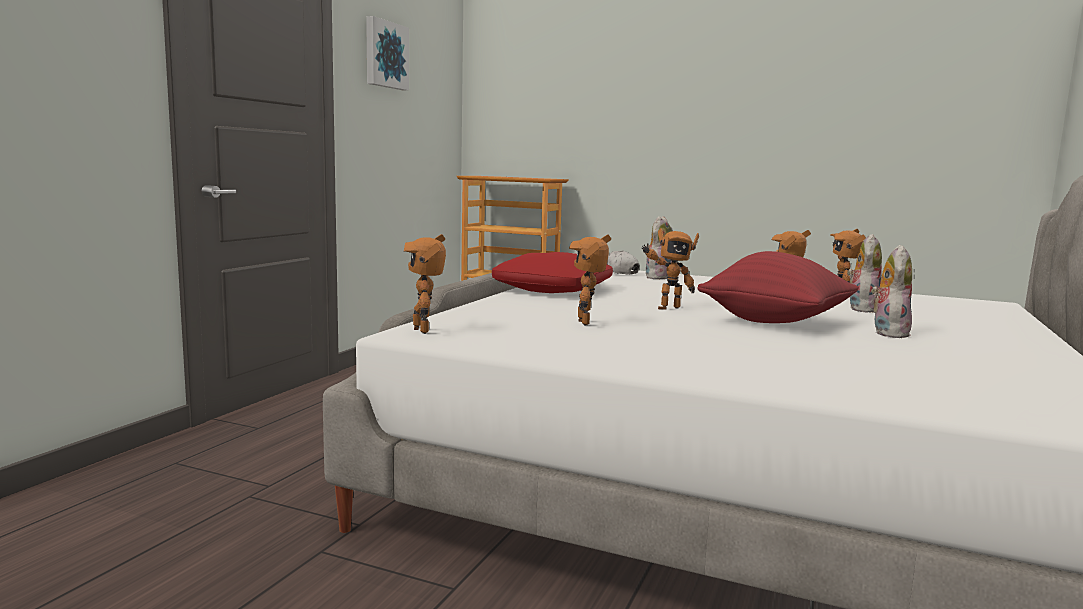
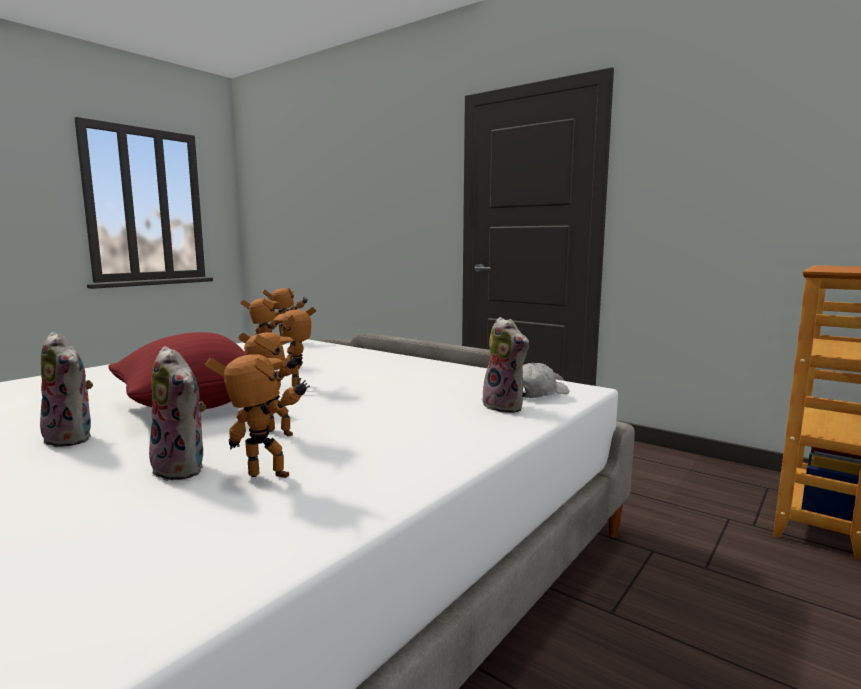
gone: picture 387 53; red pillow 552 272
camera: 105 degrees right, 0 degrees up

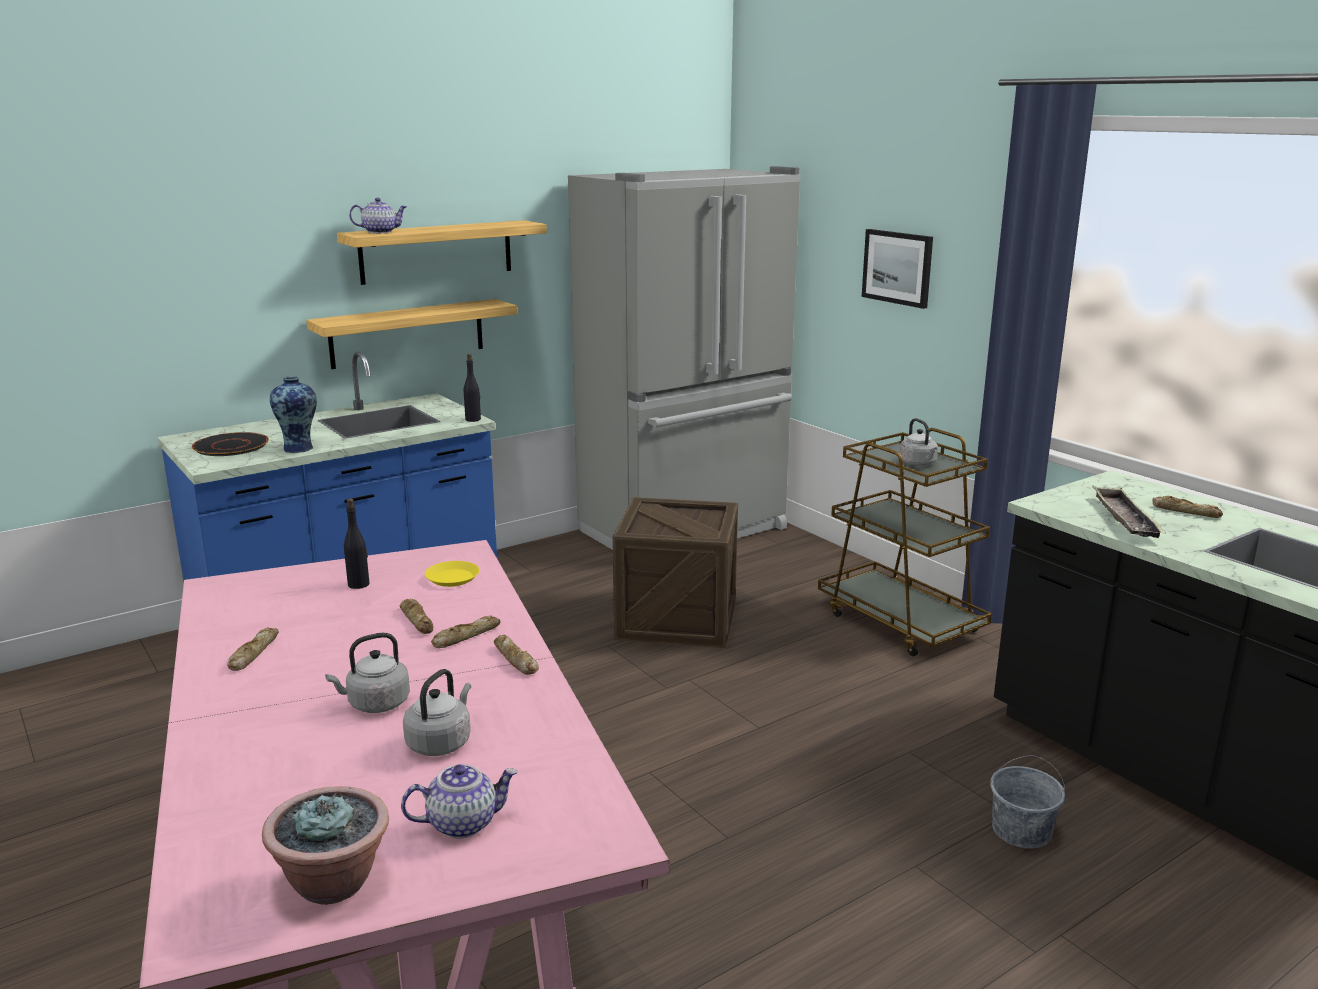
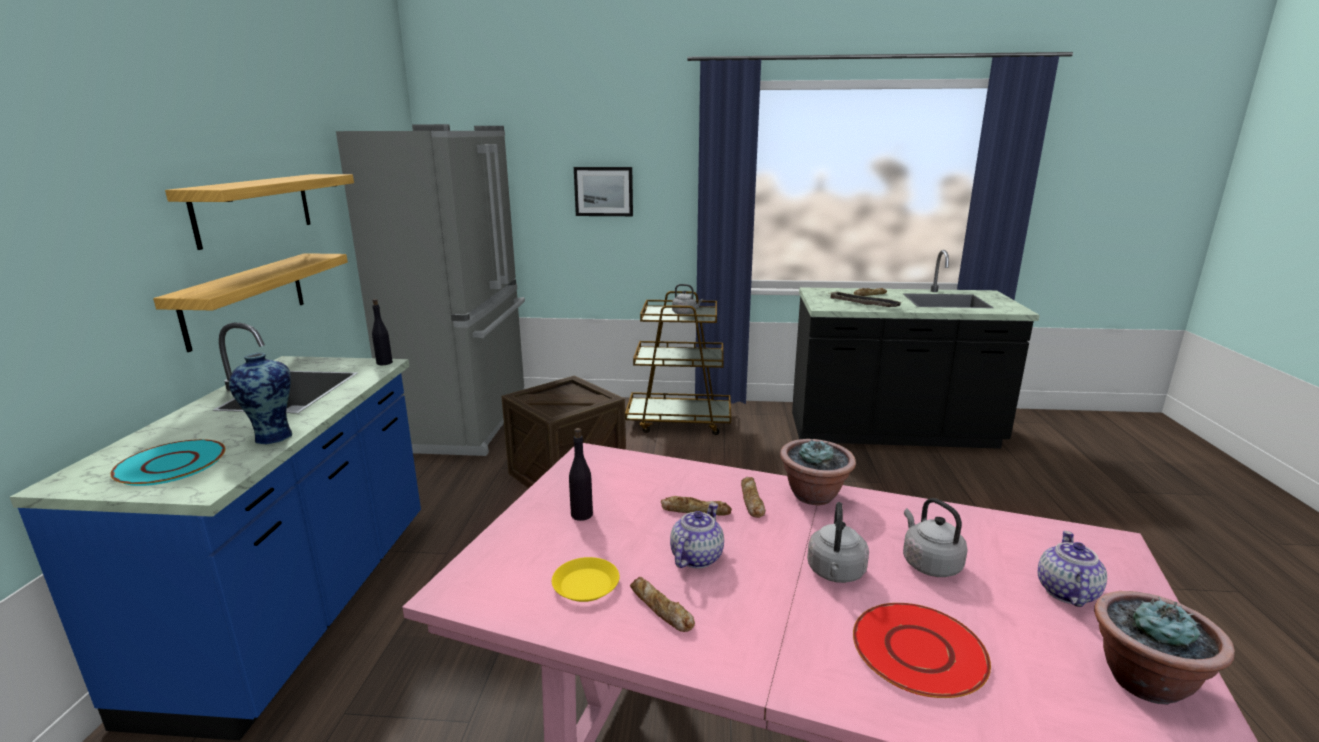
gone: grey bucket 1027 802
new: red plate 922 650
shifted: teapot 378 215 to 697 535; yellow plate 452 574 to 585 579
swapped: bread 516 655 to potted plant 818 472
repainted: black plate 230 444 to turquoise plate 167 462
camera: 50 degrees left, 0 degrees up

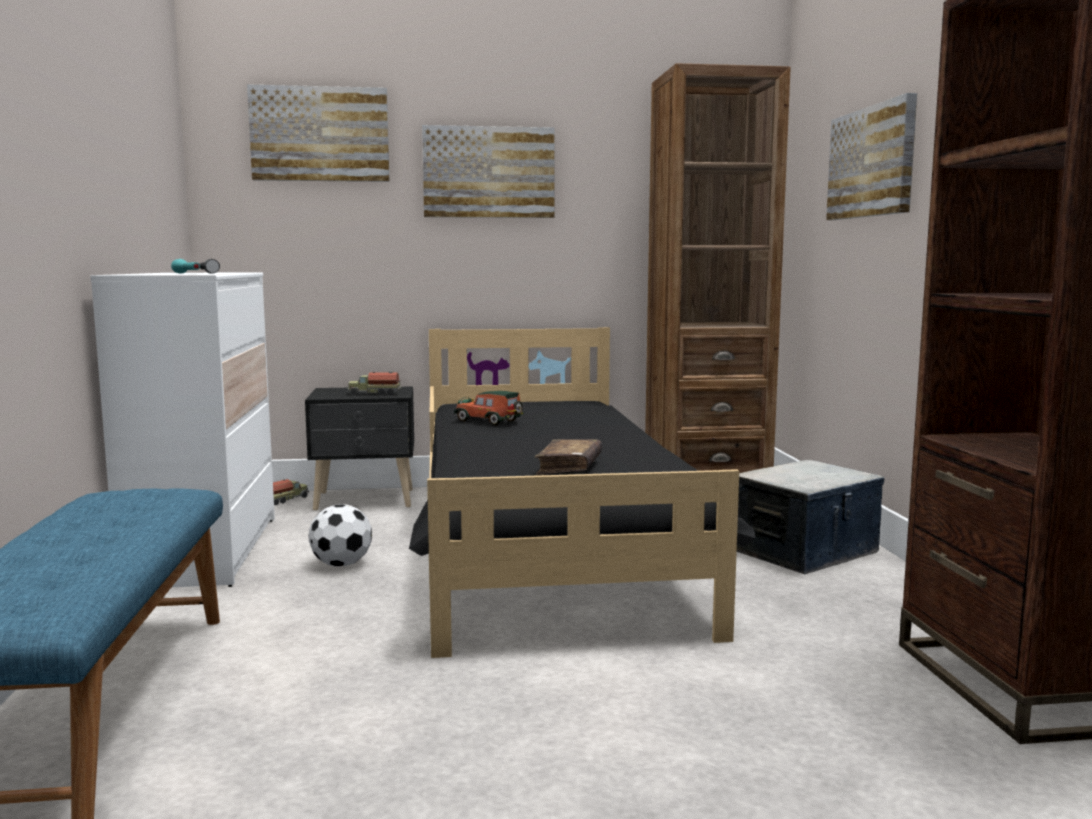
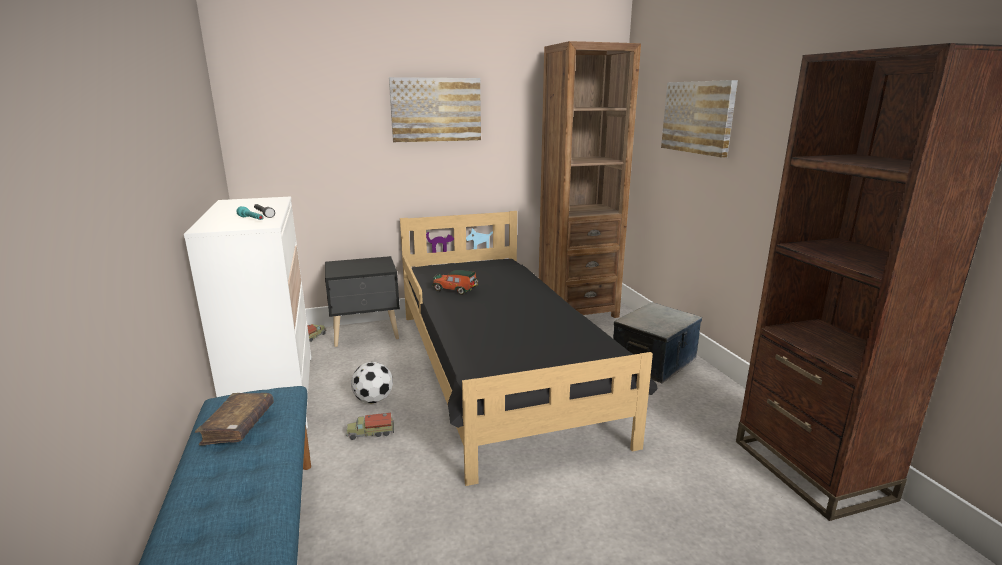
gone: picture 318 133
shifted: toy truck 374 383 to 370 426; brown book 568 457 to 234 419
camera: 10 degrees left, 10 degrees up

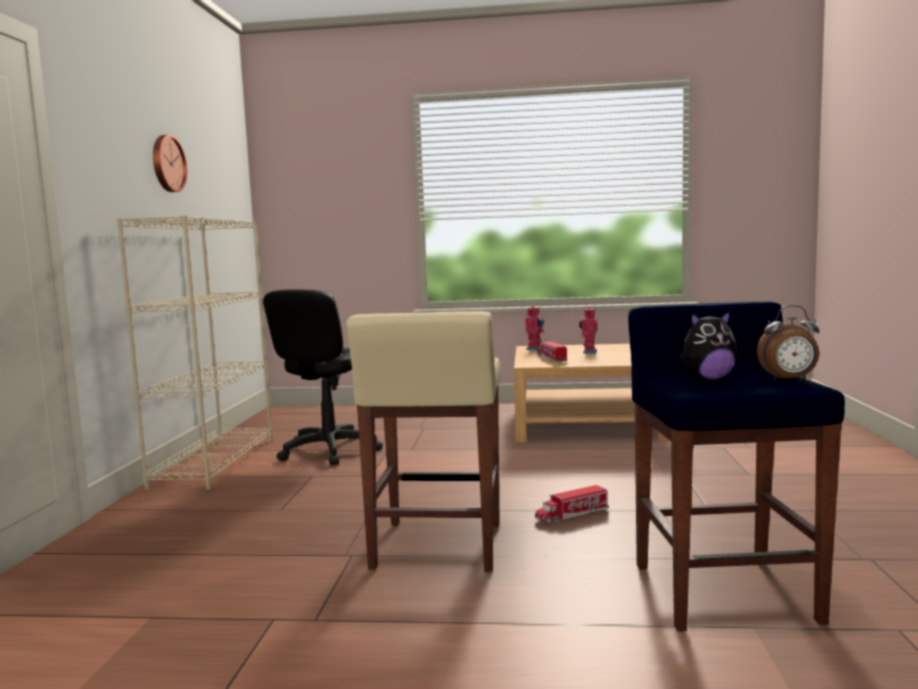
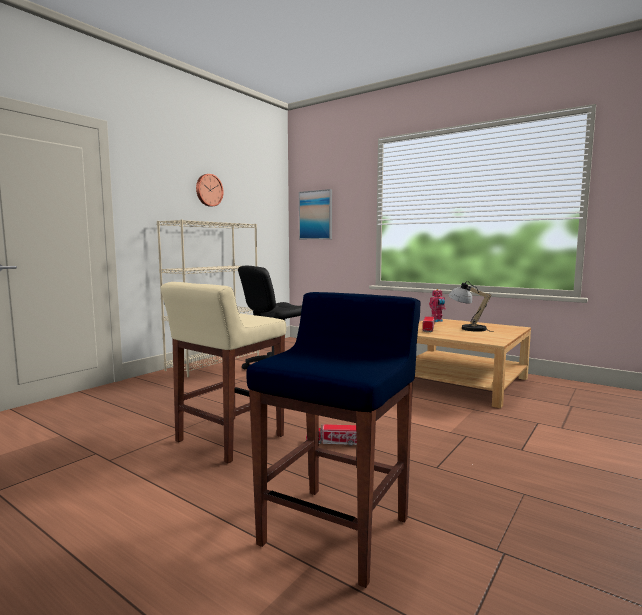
gone: plush toy 708 345; alarm clock 788 343
new: picture 315 214
swapped: toy robot 588 330 to table lamp 470 306
camera: 30 degrees right, 0 degrees up

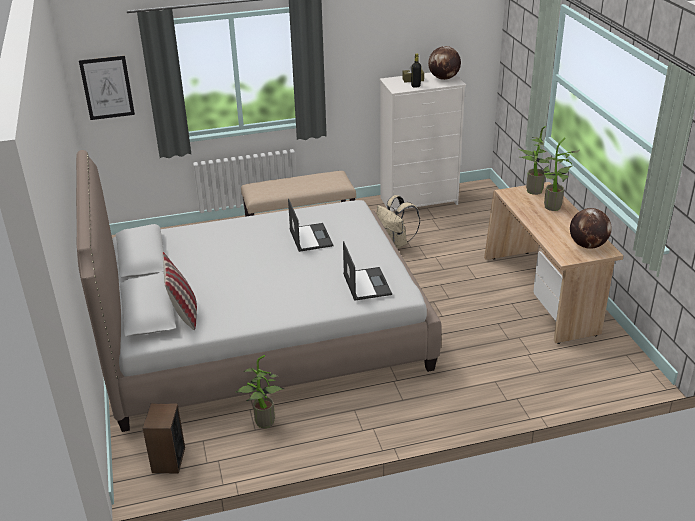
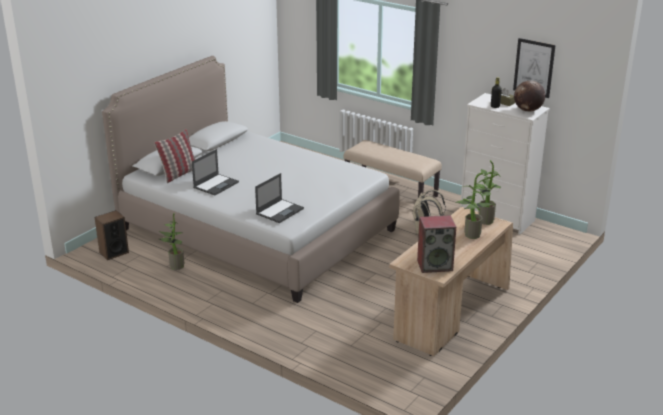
shifted: picture 107 88 to 534 68; laptop 310 225 to 215 172
swapped: globe 591 228 to speaker 436 244
camera: 50 degrees right, 5 degrees down

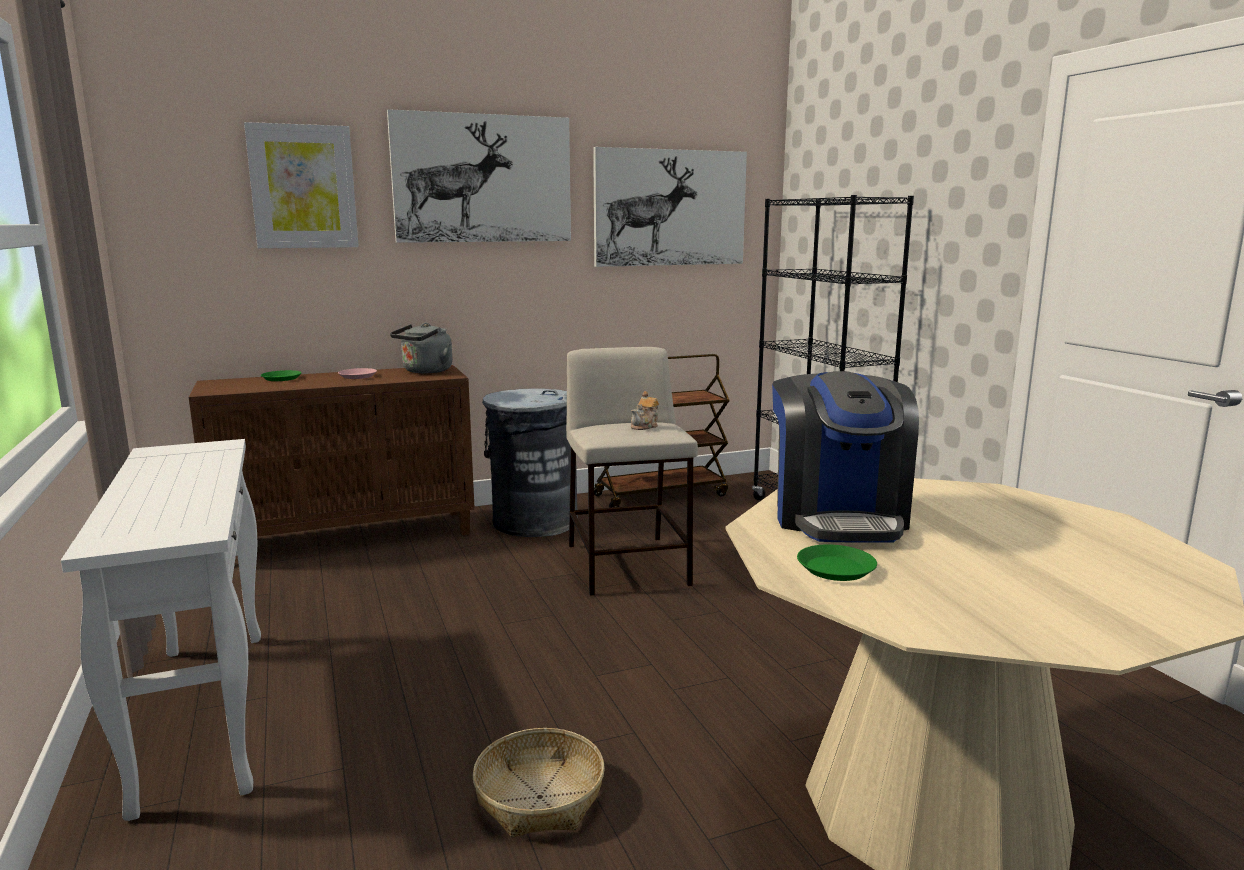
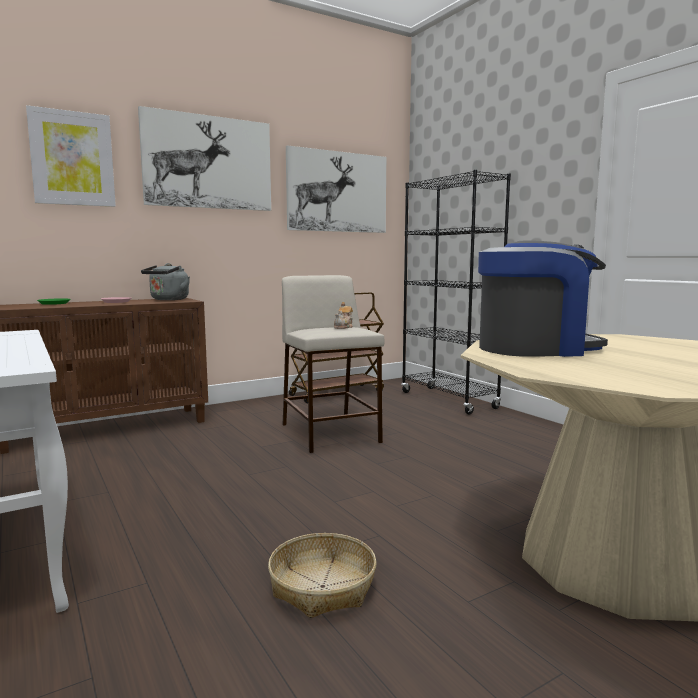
gone: grey trash can 530 462; green plate 837 562
rotated: coffee machine 845 457 = 543 298 90 degrees counterclockwise
camera: 10 degrees left, 5 degrees down

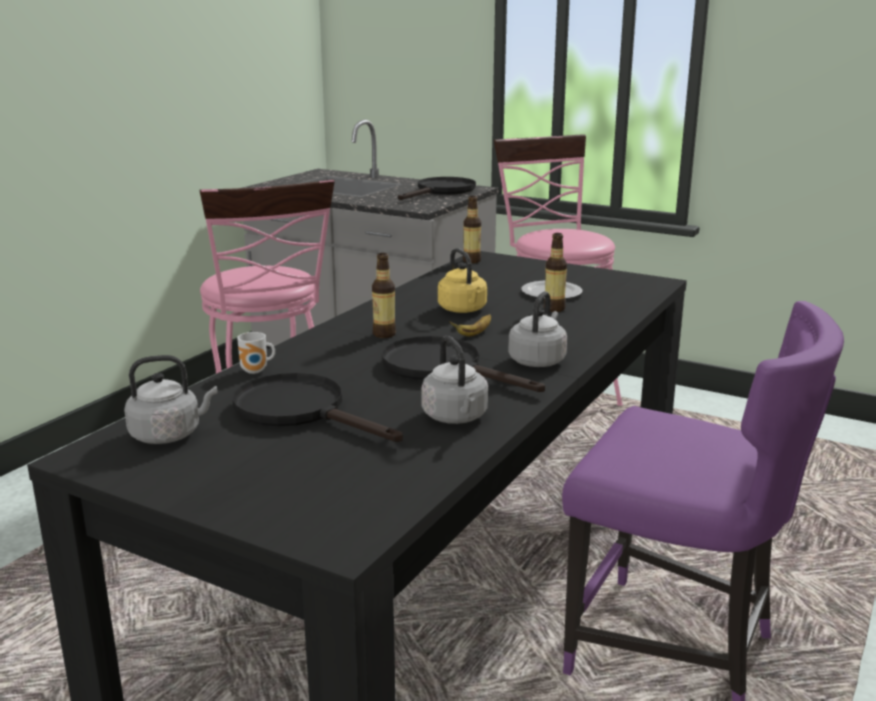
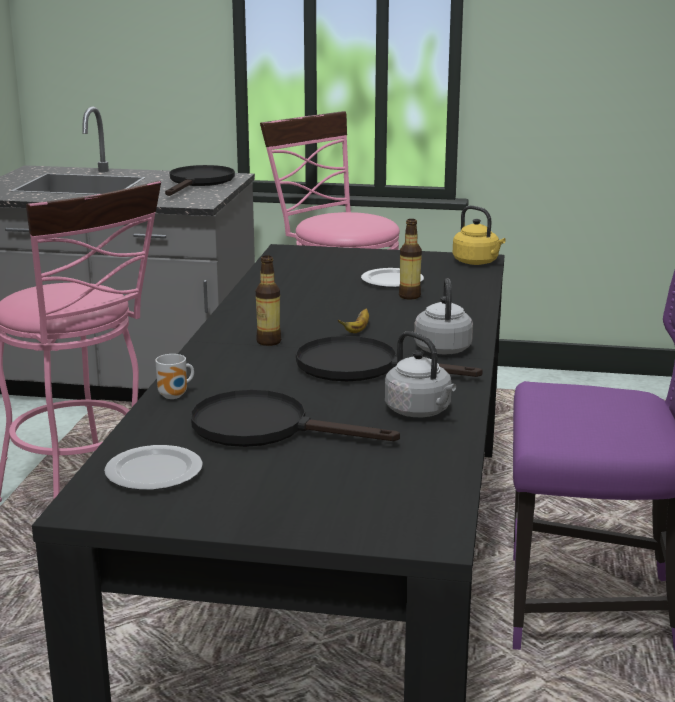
gone: bottle 472 229
shifted: yellow kettle 462 280 to 479 235
swapped: grey kettle 171 399 to plate 153 467
camera: 20 degrees left, 0 degrees up

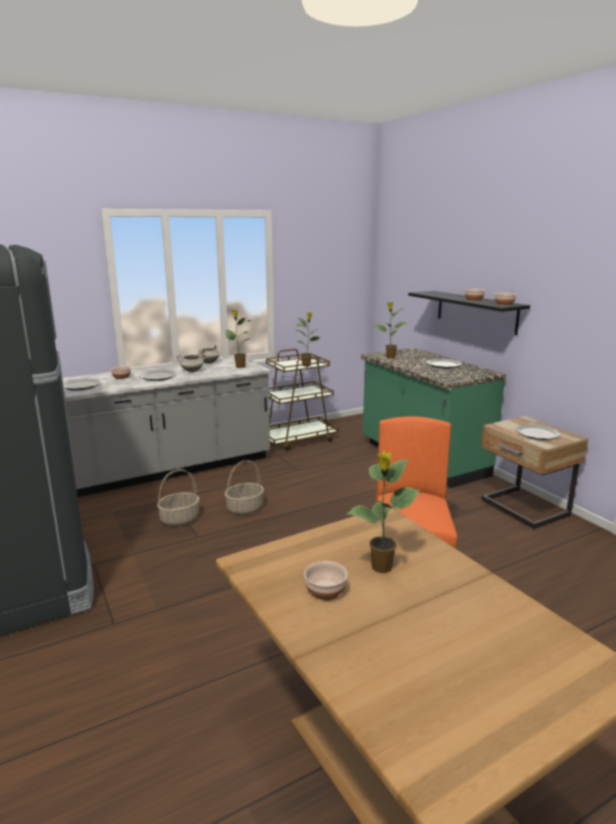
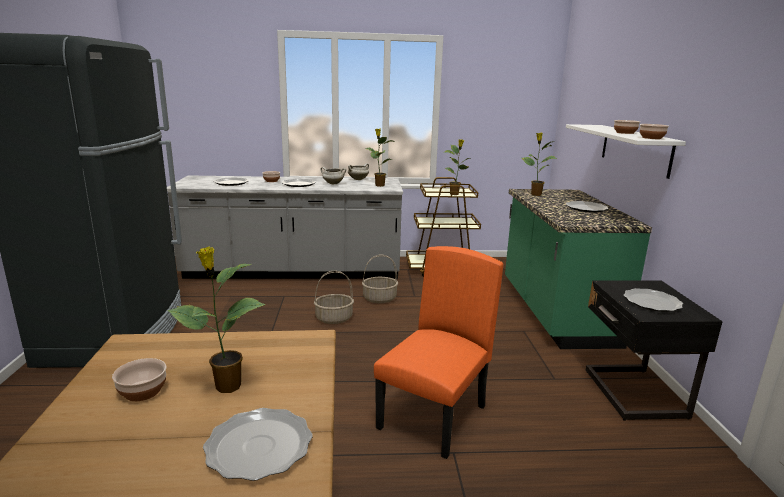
new: plate 258 444
shifted: basket 178 497 to 380 279
repainted: black shelf 469 313 to white shelf 626 151; beige nightstand 534 473 to black nightstand 654 350
camera: 25 degrees right, 0 degrees up

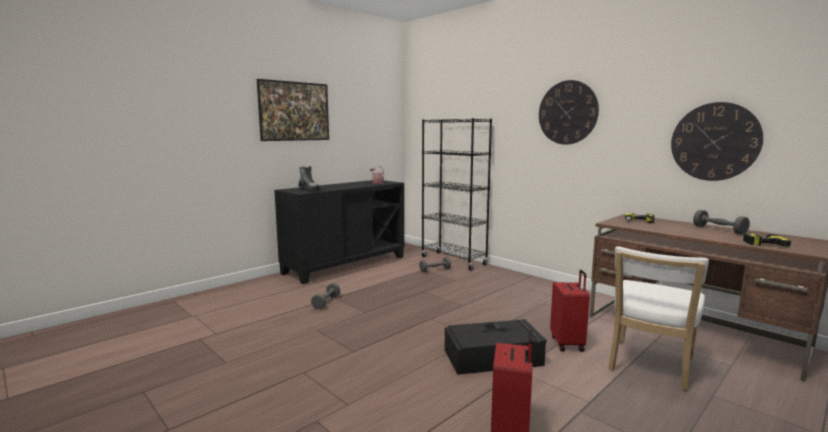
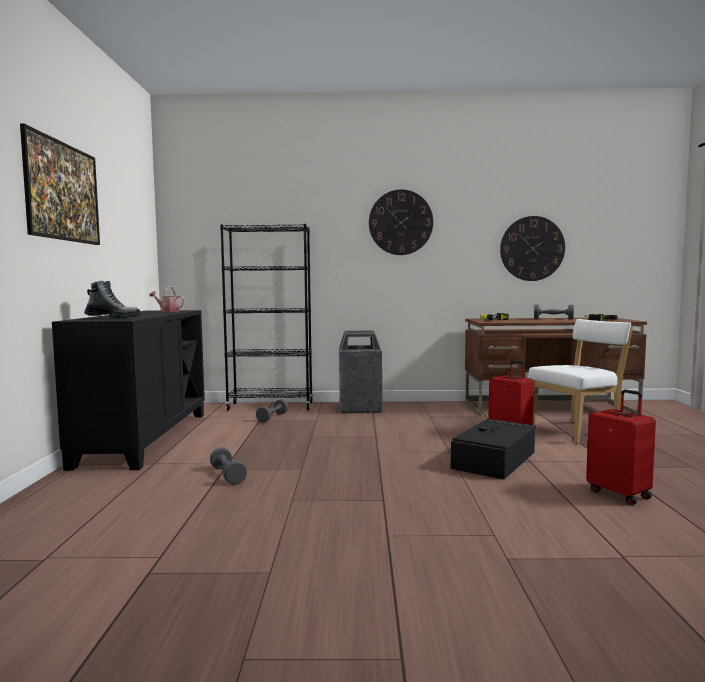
new: trash can 360 371
rotated: white chair 659 318 = 580 381 105 degrees counterclockwise
camera: 45 degrees left, 5 degrees down

